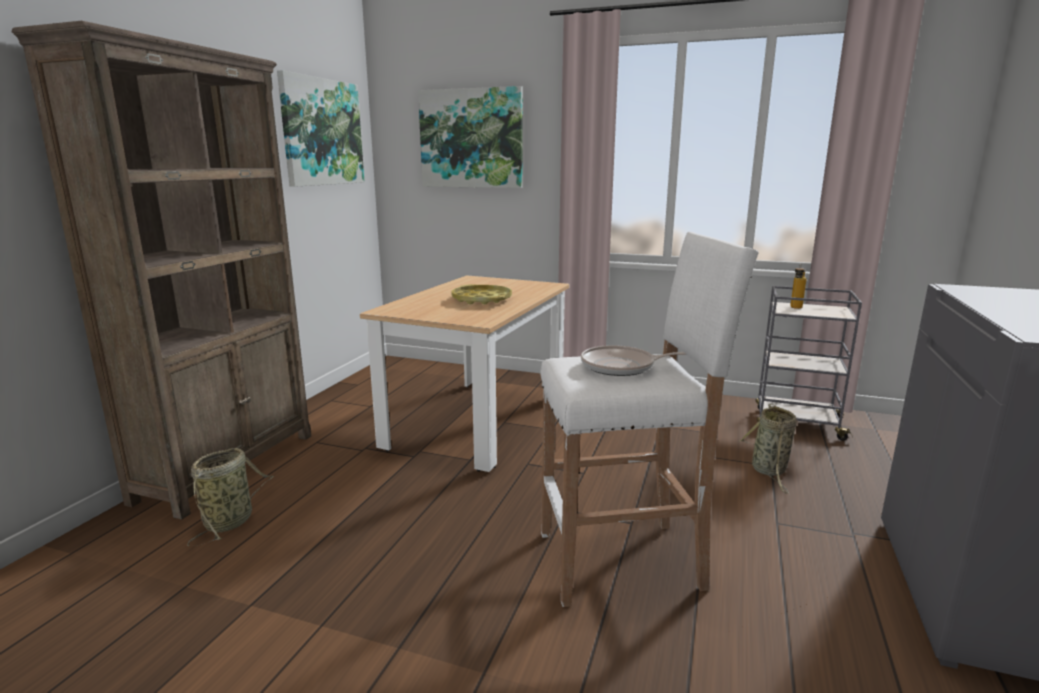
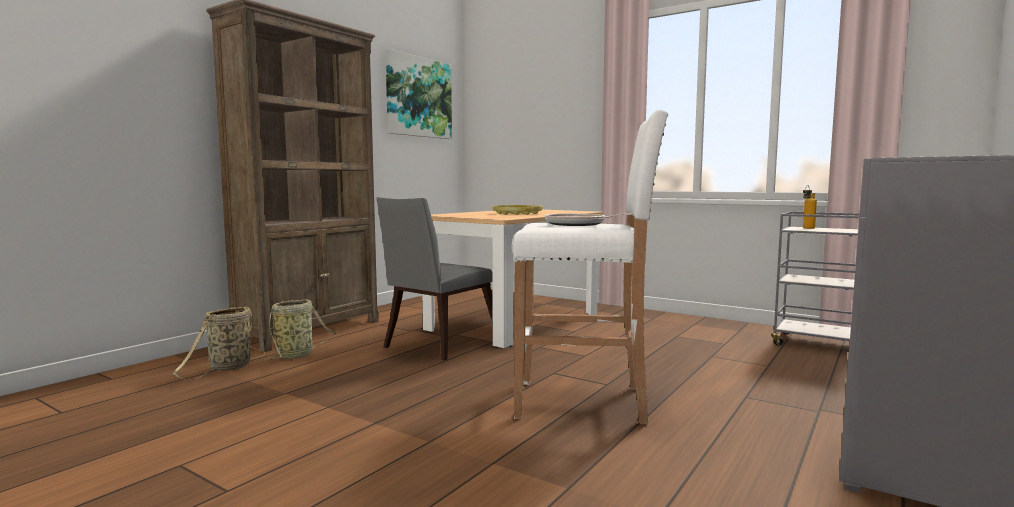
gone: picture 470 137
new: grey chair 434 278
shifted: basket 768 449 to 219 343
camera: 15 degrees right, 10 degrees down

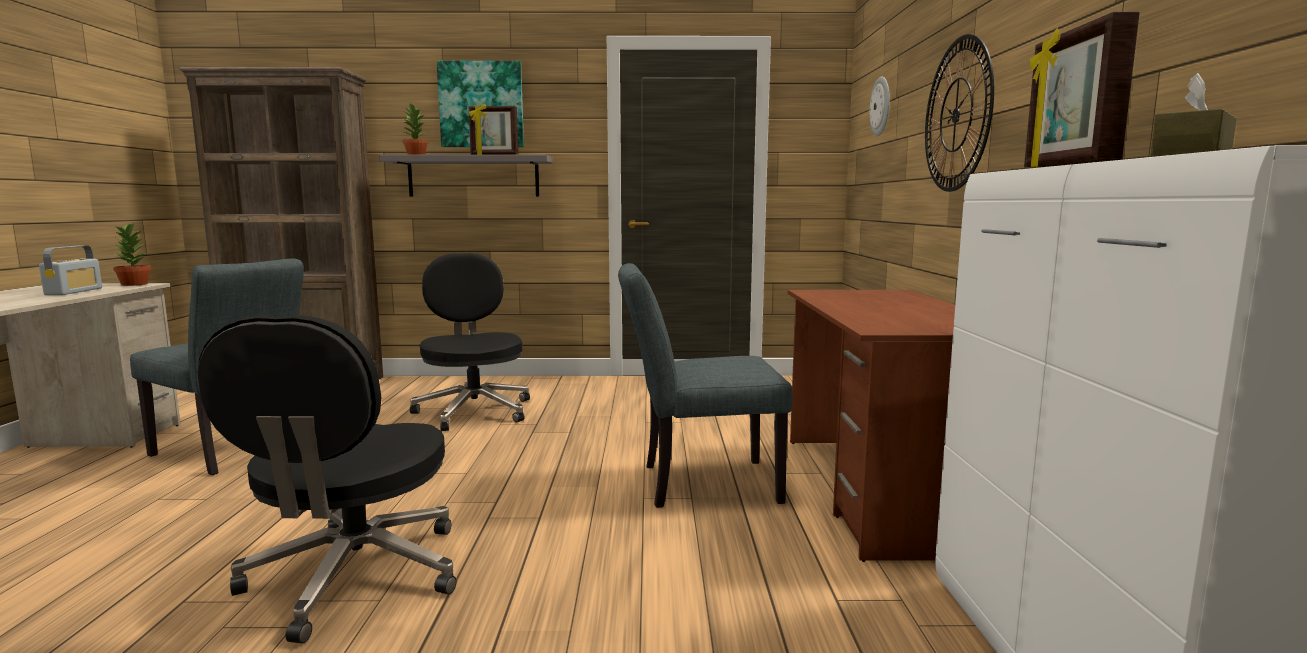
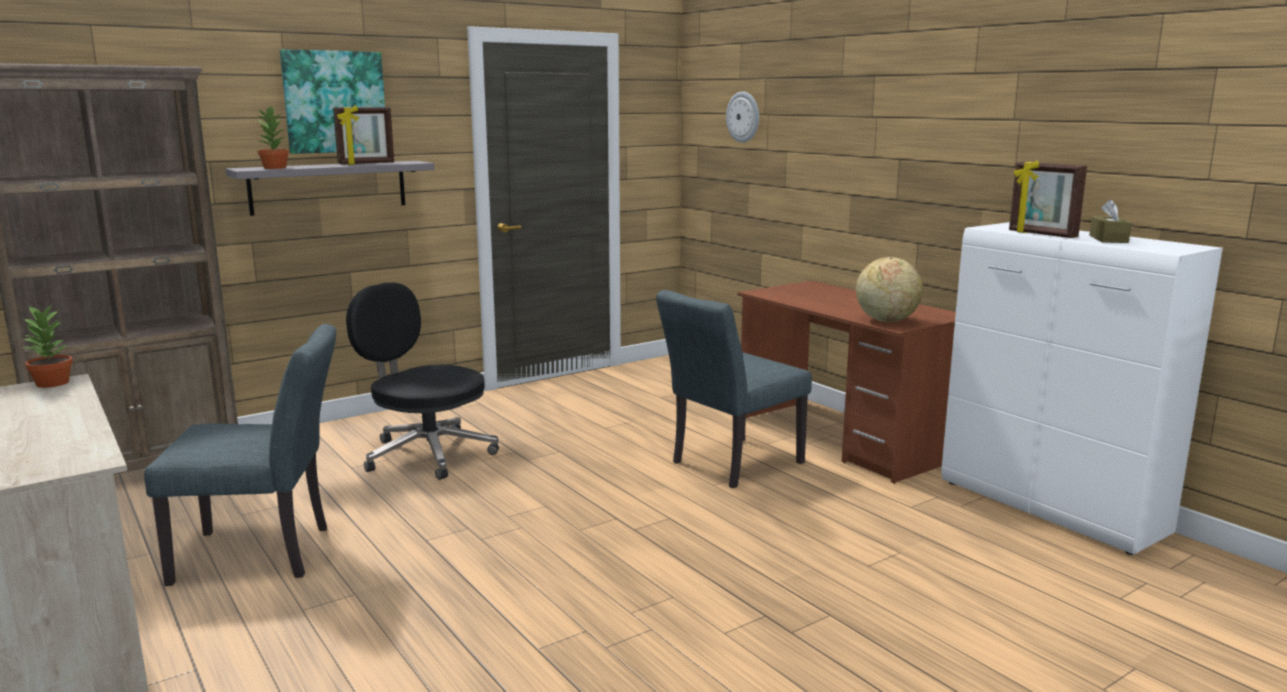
gone: radio 70 270; black office chair 326 479; wall clock 959 113
new: globe 889 289
camera: 35 degrees left, 5 degrees up

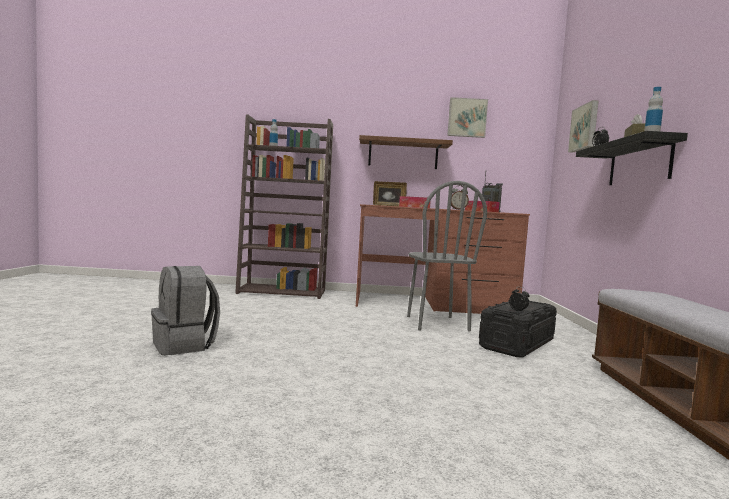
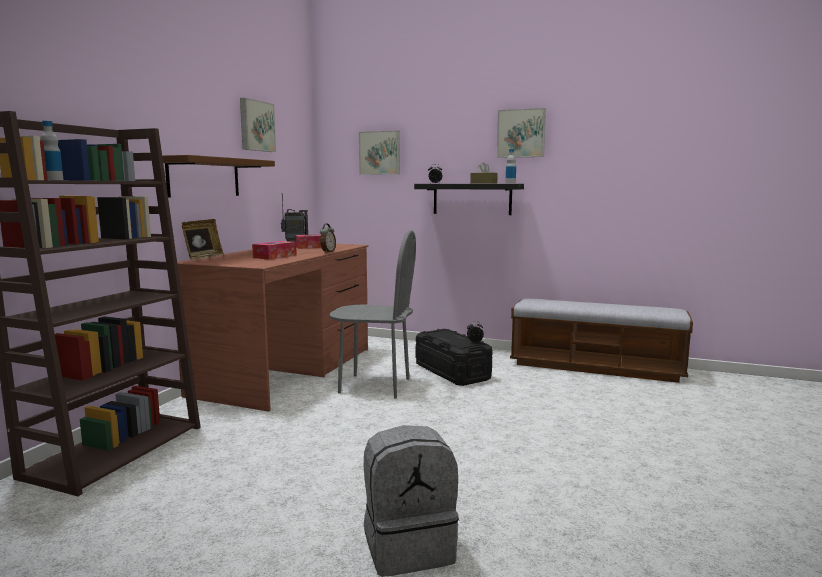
new: picture 521 133
camera: 70 degrees left, 5 degrees up

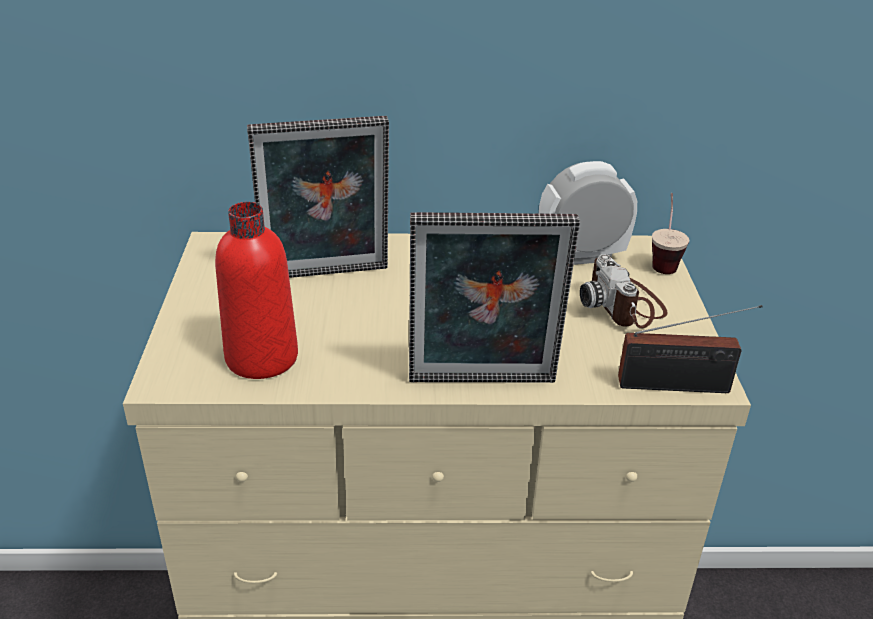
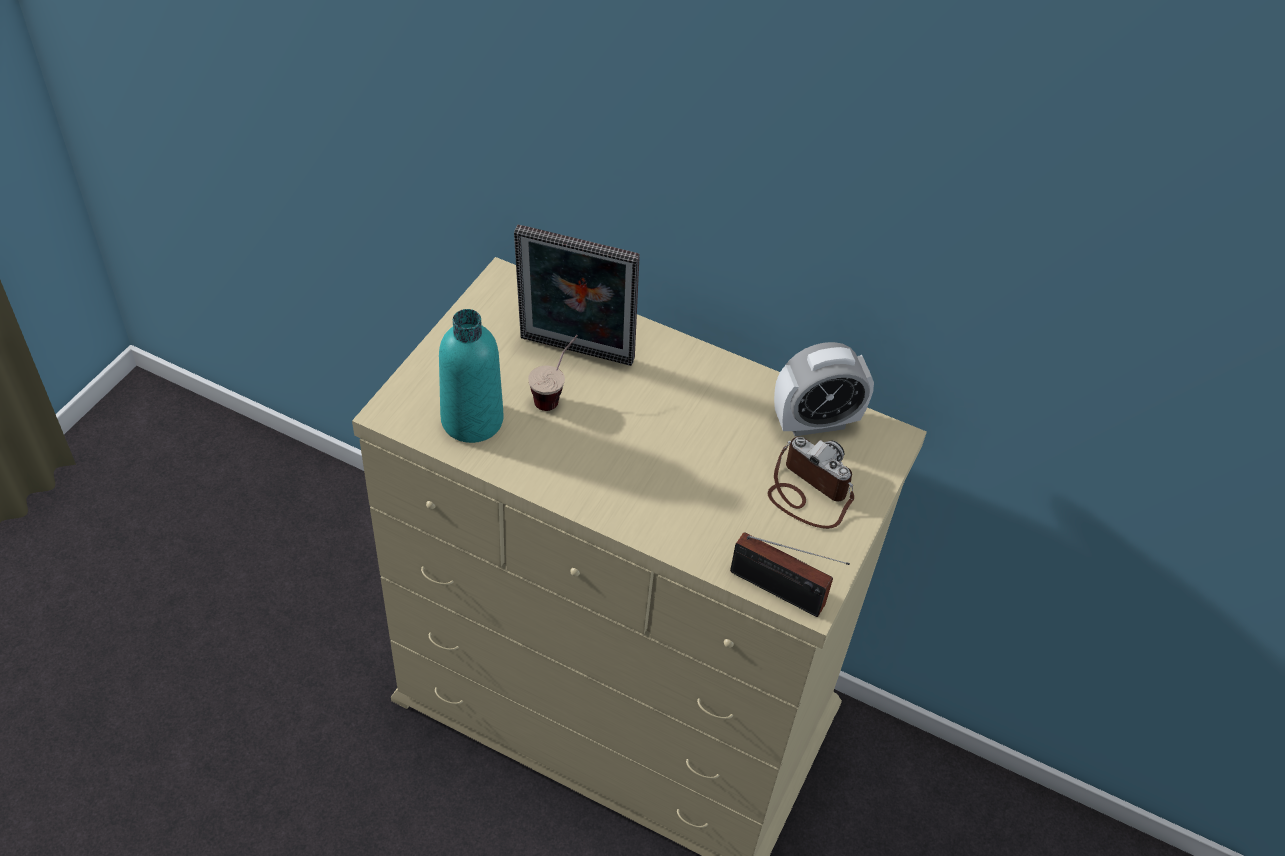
gone: picture frame 494 297
shifted: cup 670 233 to 553 373
repainted: red bottle 256 290 to turquoise bottle 471 376
rotated: alarm clock 588 213 = 824 389 150 degrees clockwise; photo camera 624 291 = 811 483 120 degrees clockwise
camera: 25 degrees right, 15 degrees up

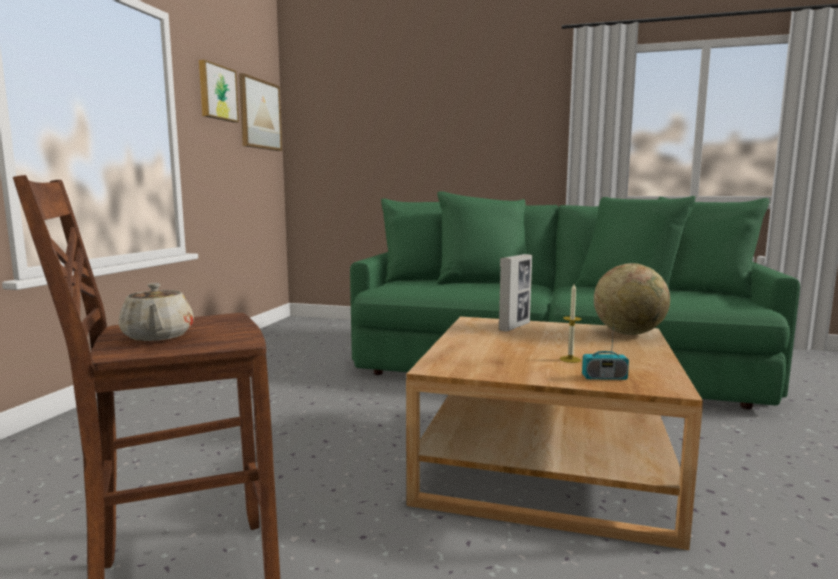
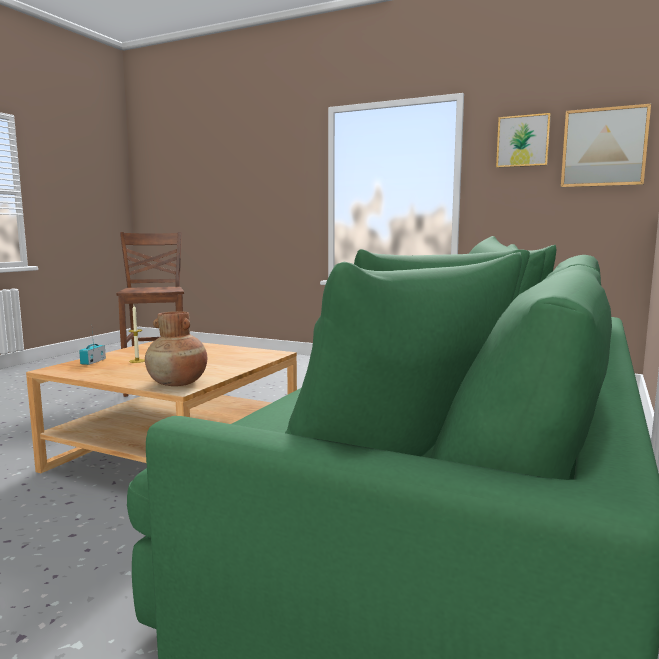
gone: beige teapot 156 312; picture frame 515 293
swapped: globe 632 299 to brown vase 176 348
camera: 100 degrees right, 0 degrees up

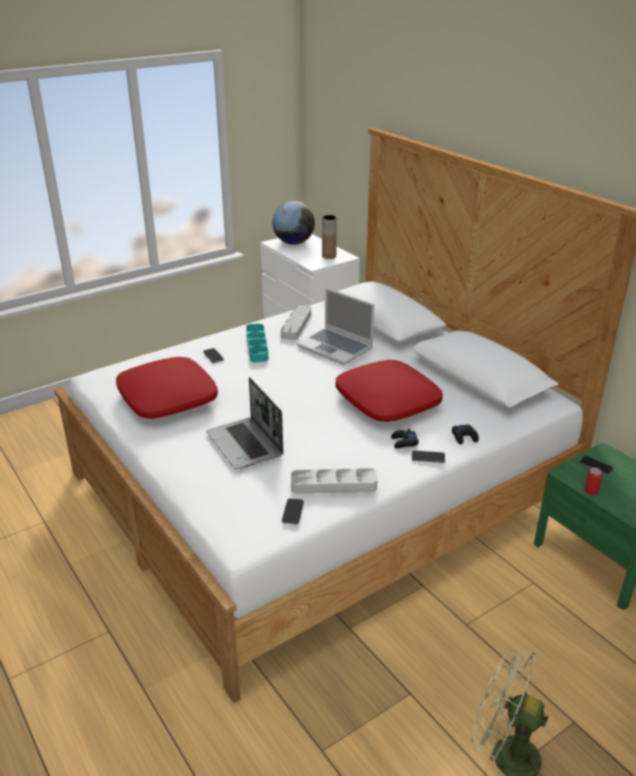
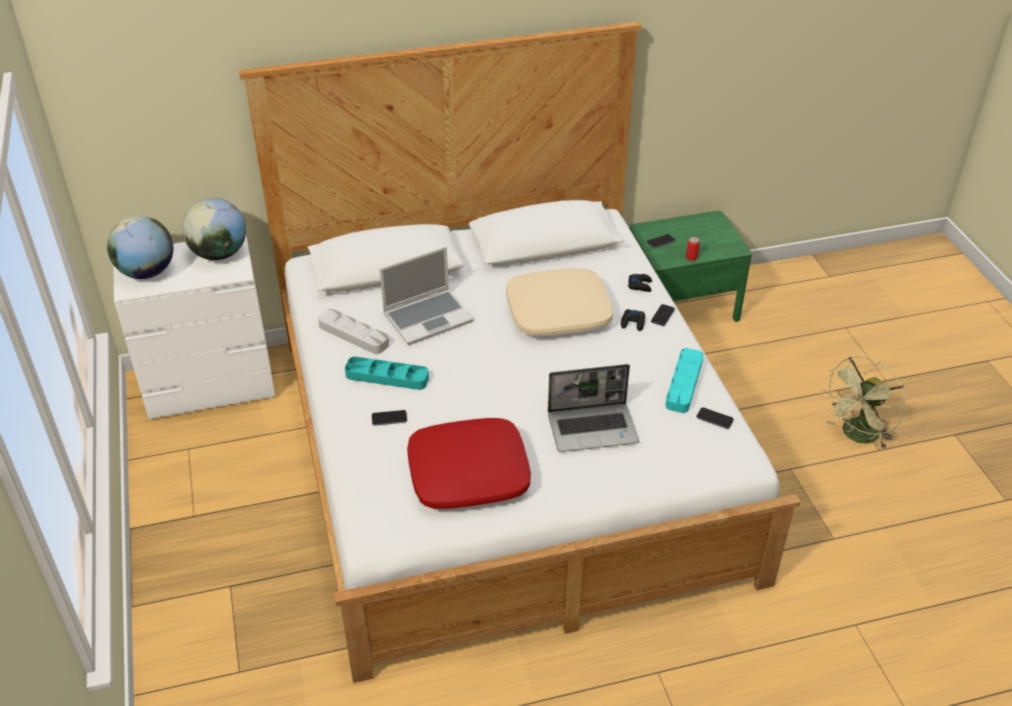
swapped: brown vase 329 237 to globe 214 229
repainted: grey tray 334 481 to turquoise tray 684 380; red pillow 389 391 to beige pillow 559 301
camera: 70 degrees left, 10 degrees up

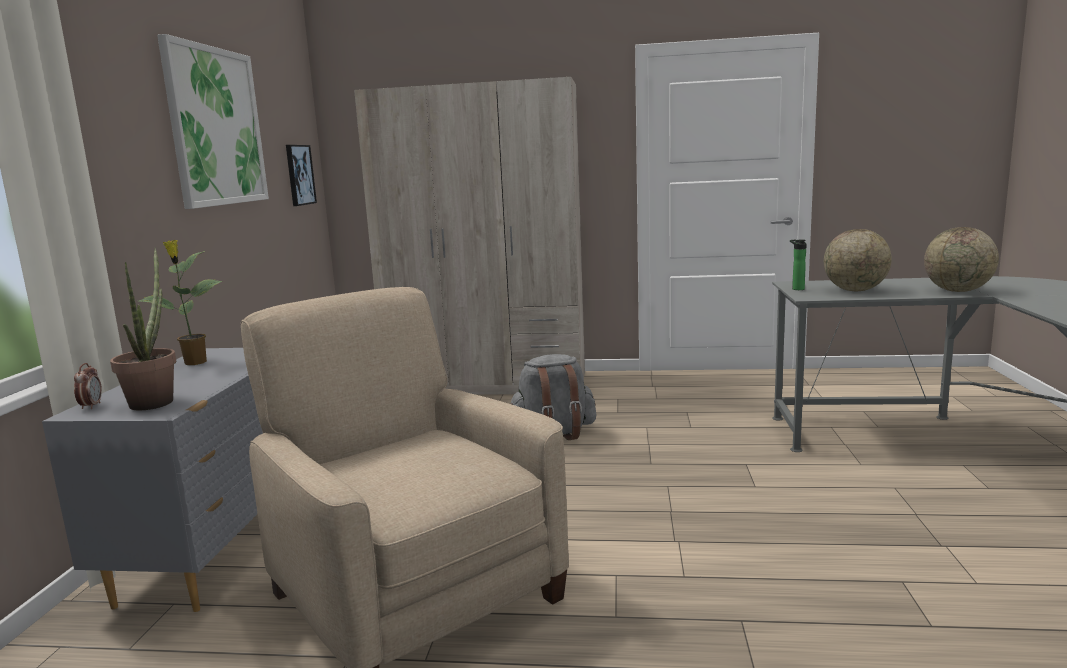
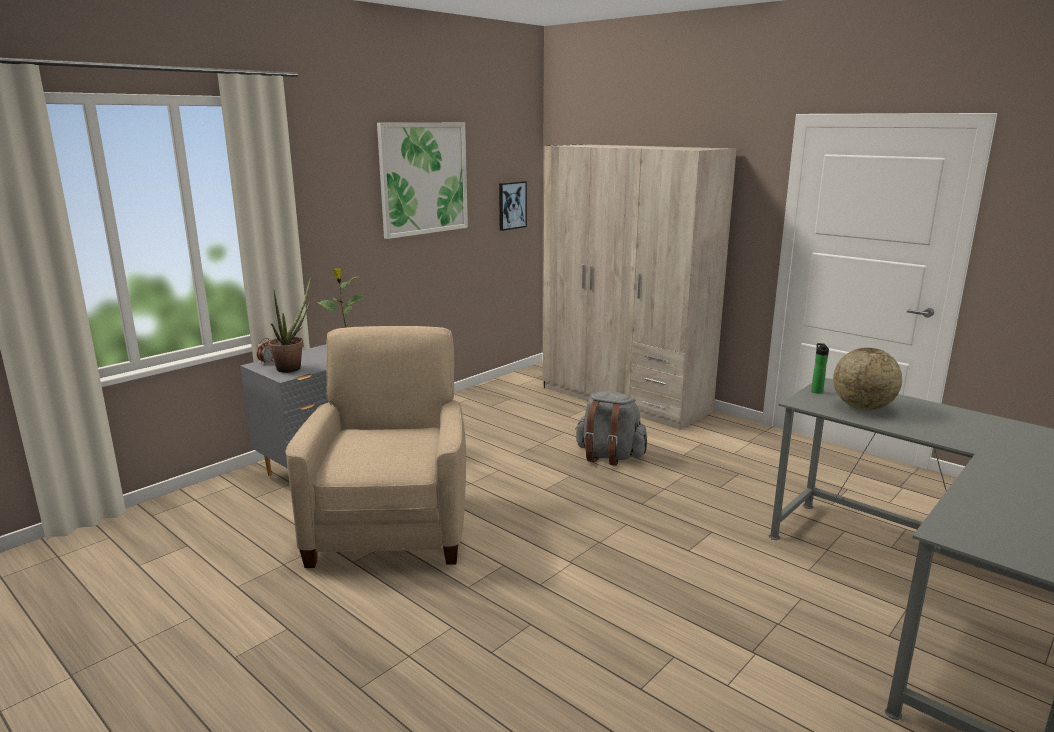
gone: globe 961 259
camera: 35 degrees right, 5 degrees up

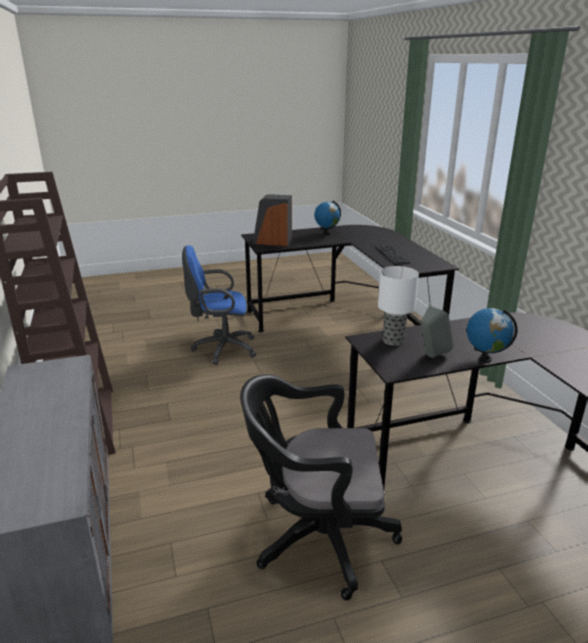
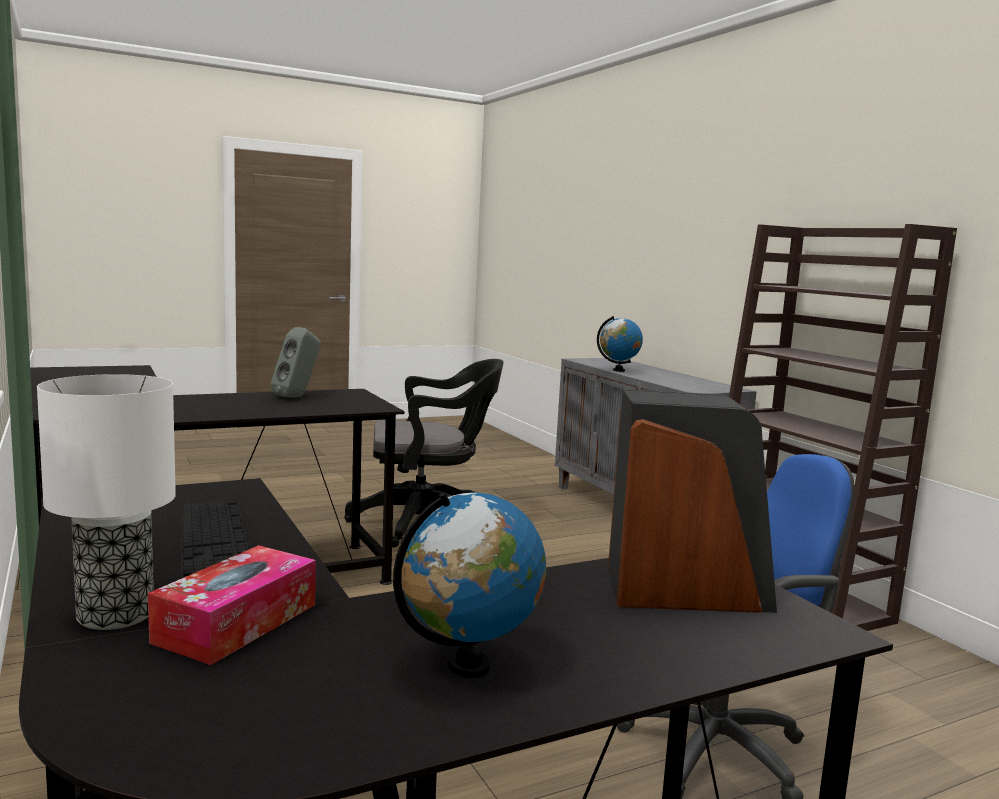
new: tissue box 232 605
shifted: table lamp 398 306 to 106 502; globe 492 335 to 620 344
camera: 170 degrees right, 15 degrees down

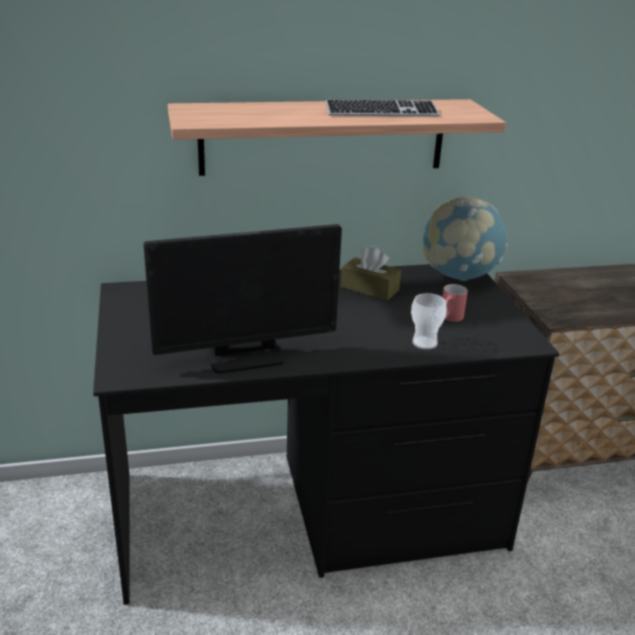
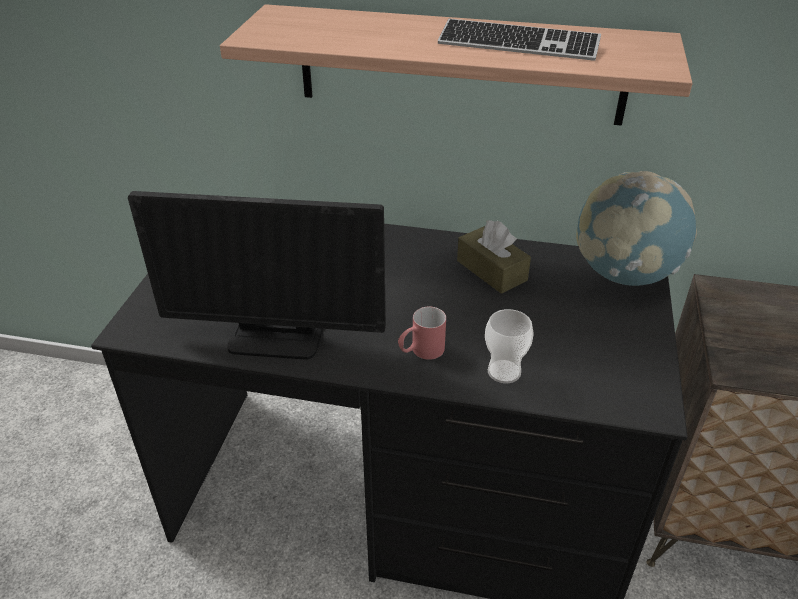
shifted: red mug 455 303 to 422 333
camera: 25 degrees right, 10 degrees up

